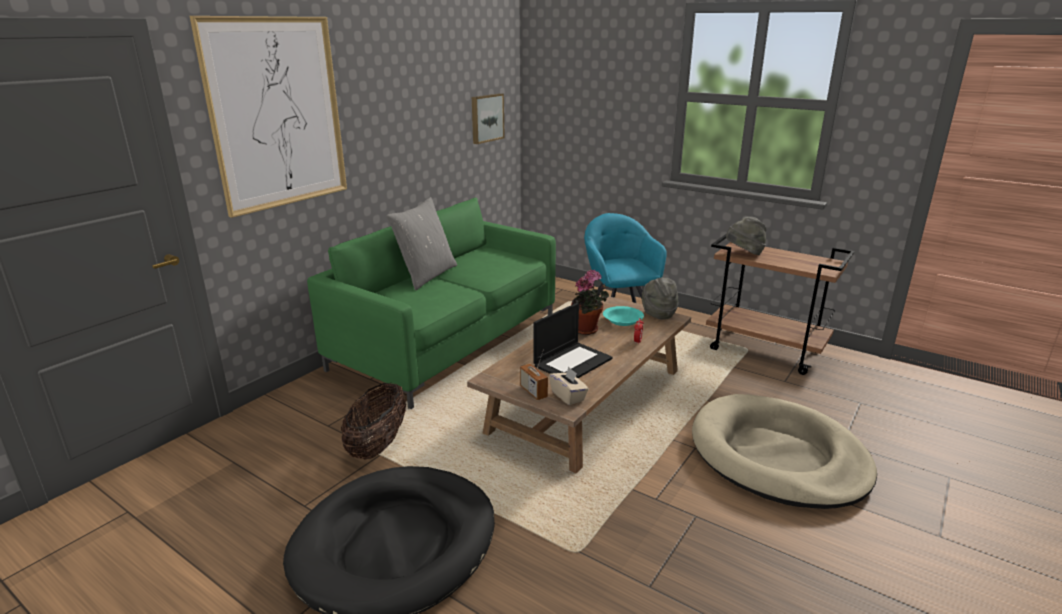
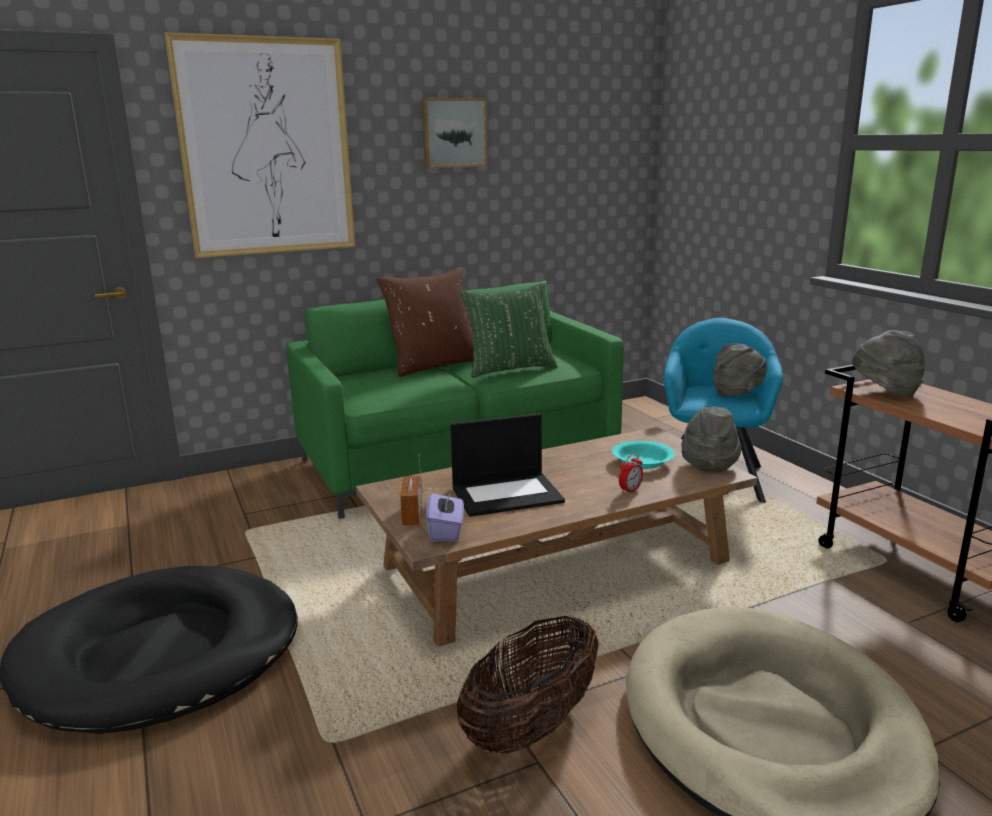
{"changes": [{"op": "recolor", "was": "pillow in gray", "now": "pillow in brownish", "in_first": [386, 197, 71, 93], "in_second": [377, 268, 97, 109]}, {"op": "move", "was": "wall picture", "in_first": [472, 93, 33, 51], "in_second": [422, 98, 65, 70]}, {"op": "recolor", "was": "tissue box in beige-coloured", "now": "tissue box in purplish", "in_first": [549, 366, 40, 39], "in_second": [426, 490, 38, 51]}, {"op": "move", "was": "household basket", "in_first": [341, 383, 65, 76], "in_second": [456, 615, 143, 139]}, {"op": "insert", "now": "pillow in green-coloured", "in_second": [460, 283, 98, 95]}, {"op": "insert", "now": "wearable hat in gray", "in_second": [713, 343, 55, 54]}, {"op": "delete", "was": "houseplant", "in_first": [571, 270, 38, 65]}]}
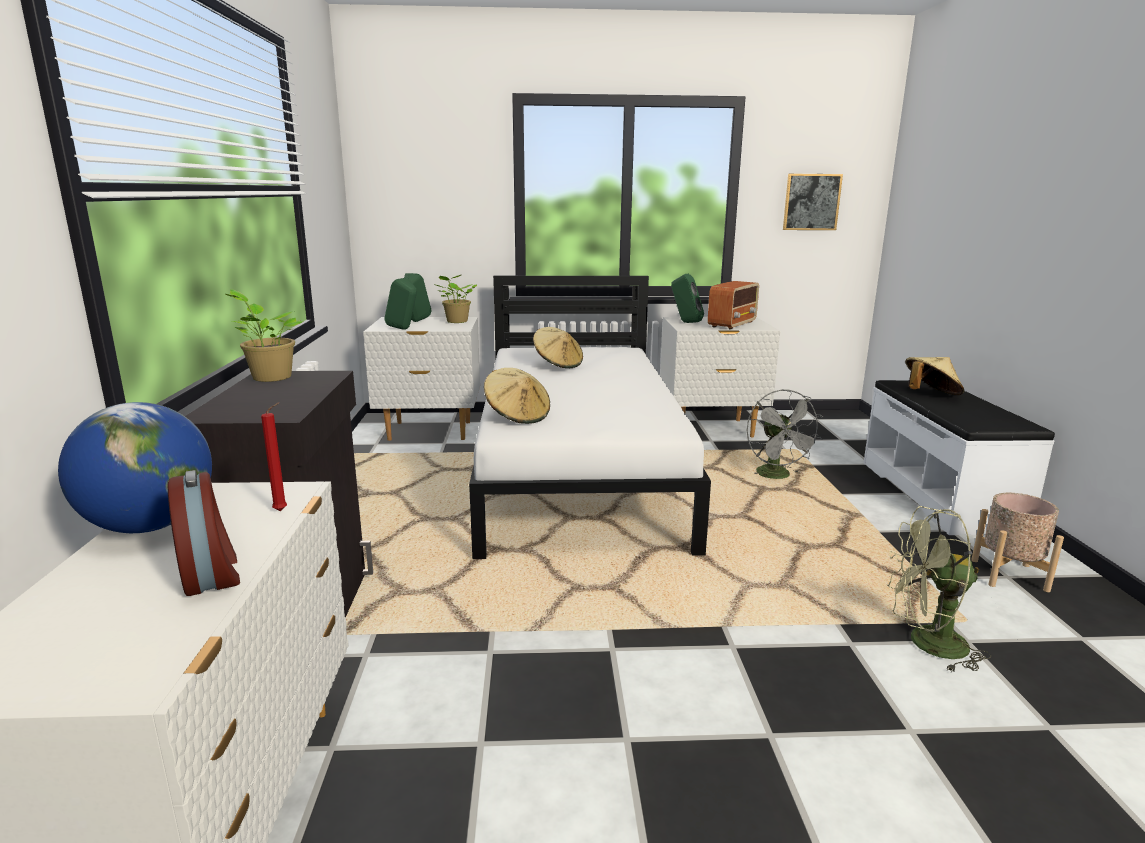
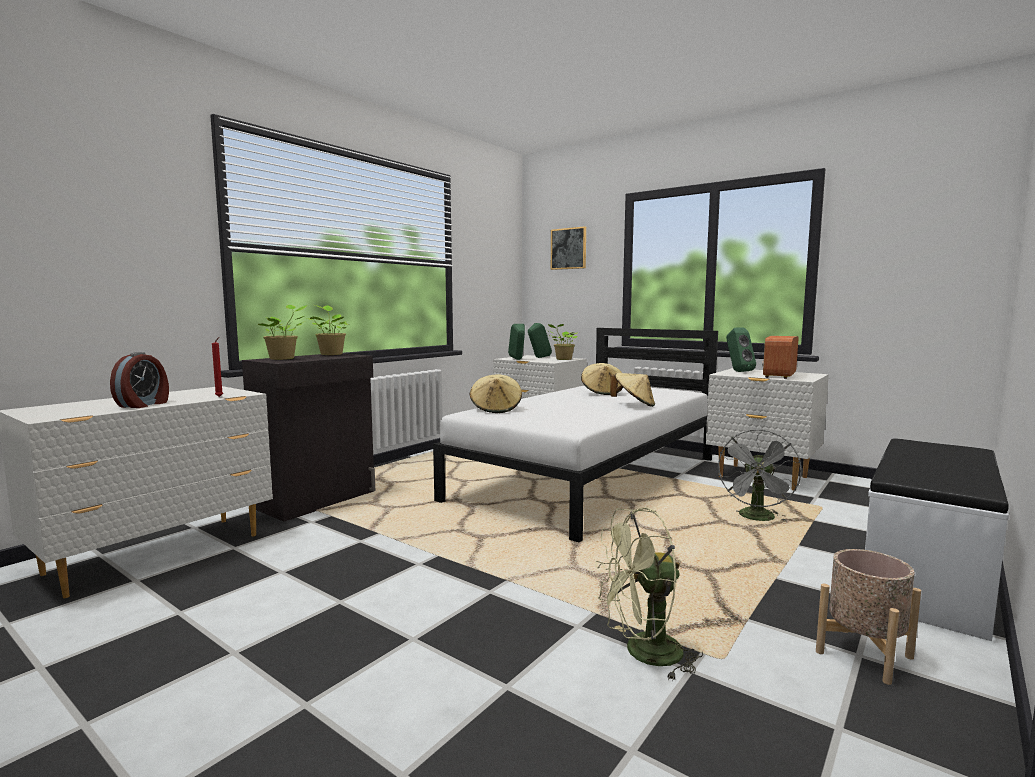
{"changes": [{"op": "insert", "now": "houseplant", "in_second": [258, 305, 49, 55]}, {"op": "move", "was": "wall picture", "in_first": [783, 174, 60, 56], "in_second": [551, 226, 35, 44]}, {"op": "rotate", "was": "electric fan in green-coloured", "in_first": [886, 506, 105, 166], "in_second": [595, 507, 108, 175], "clockwise": -60}, {"op": "move", "was": "wearable hat in beige-coloured", "in_first": [905, 357, 59, 38], "in_second": [610, 373, 45, 34]}, {"op": "rotate", "was": "radio set", "in_first": [708, 281, 51, 48], "in_second": [762, 336, 36, 43], "clockwise": 135}, {"op": "delete", "was": "world globe", "in_first": [58, 402, 154, 131]}]}
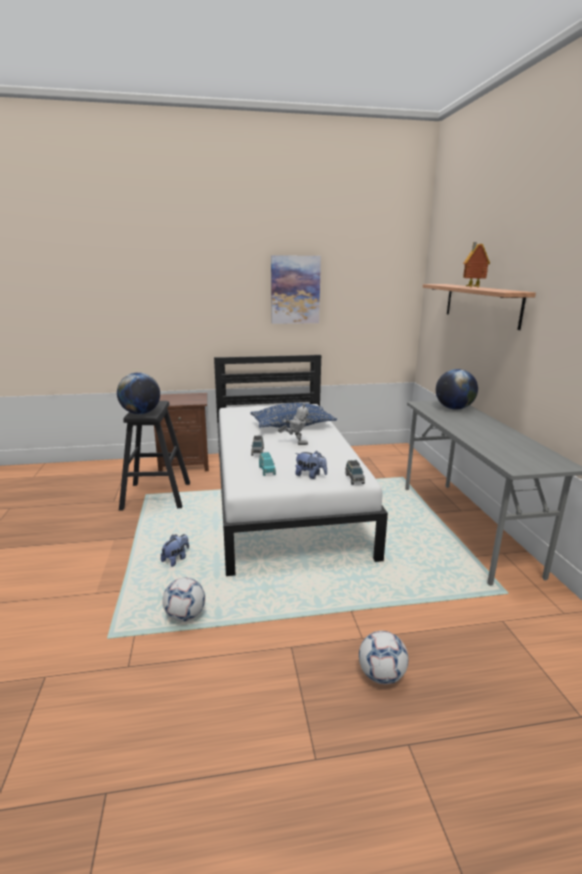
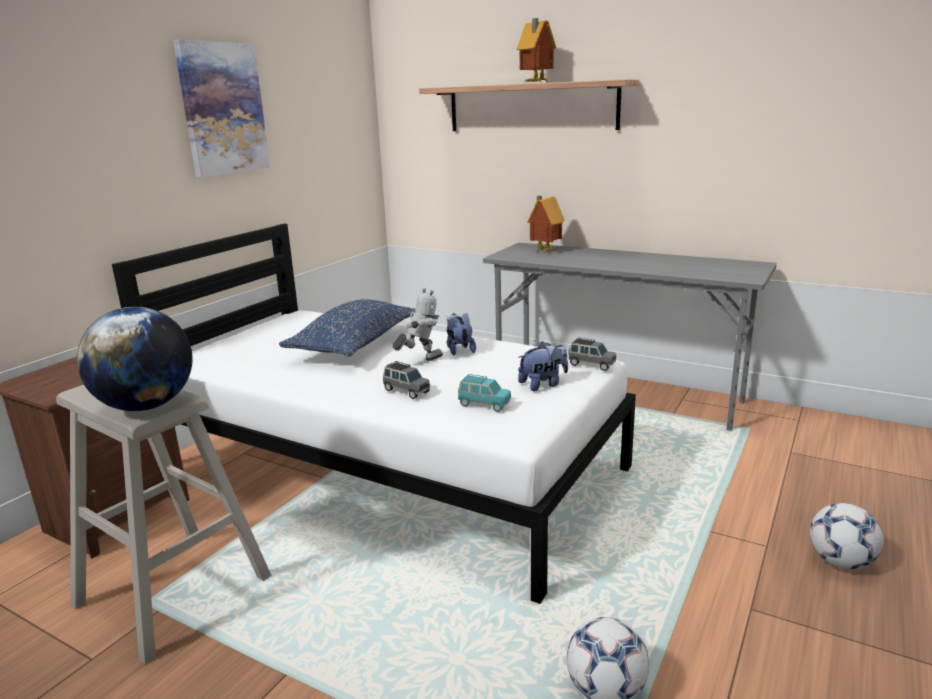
{"changes": [{"op": "recolor", "was": "stool in black", "now": "stool in beige-coloured", "in_first": [119, 401, 71, 110], "in_second": [56, 385, 216, 279]}, {"op": "move", "was": "plush toy", "in_first": [161, 534, 28, 33], "in_second": [447, 313, 29, 42]}, {"op": "replace", "was": "world globe", "now": "toy house", "in_first": [436, 369, 42, 41], "in_second": [527, 196, 38, 57]}]}
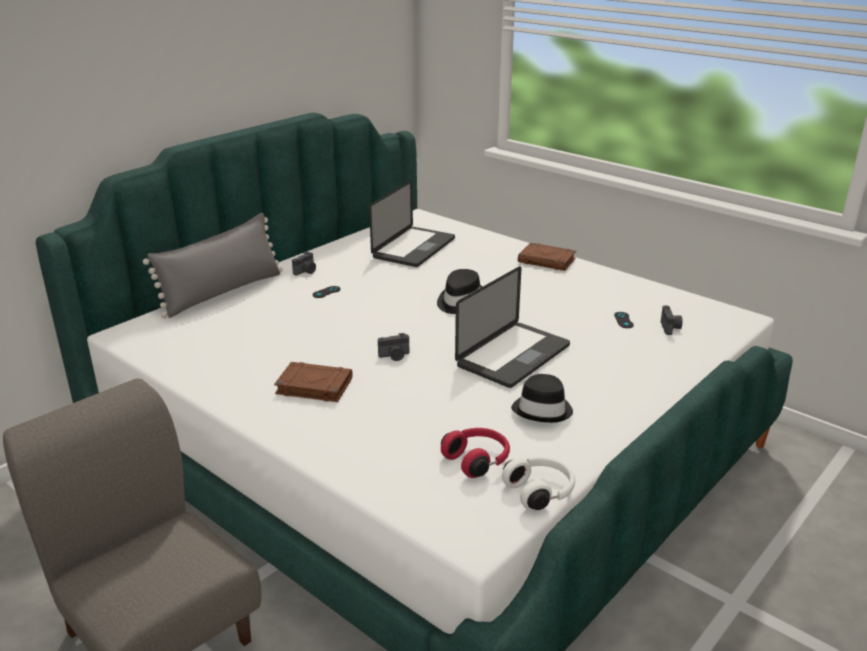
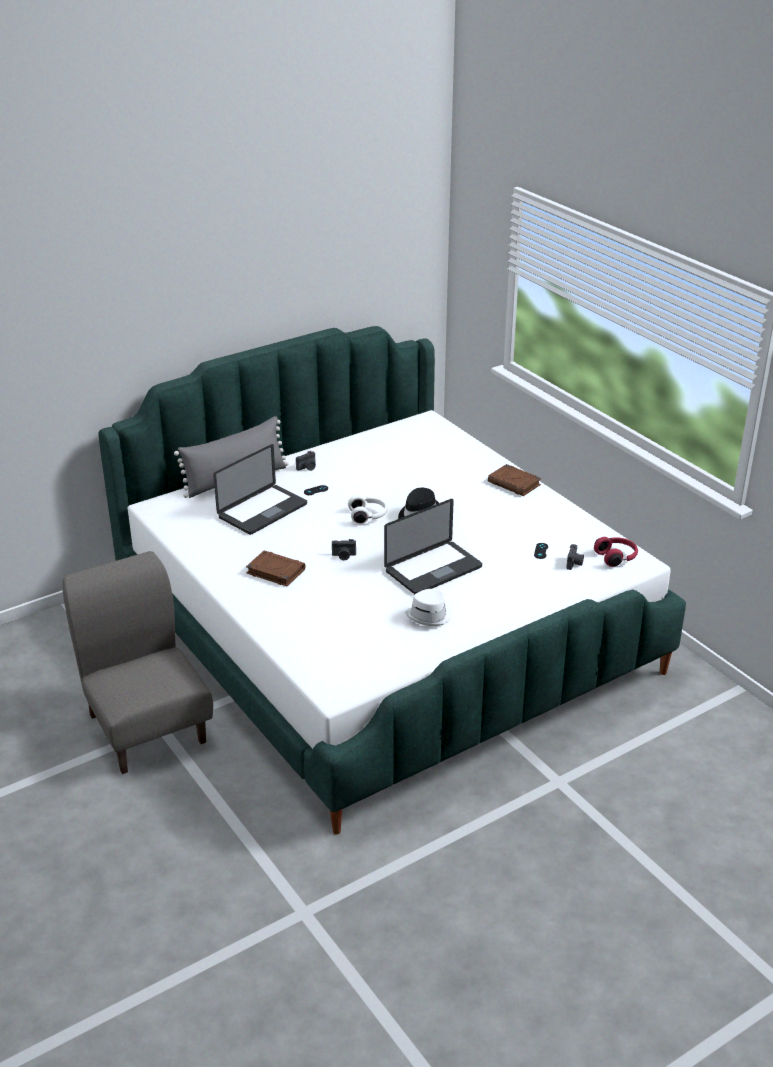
{"changes": [{"op": "move", "was": "notebook computer", "in_first": [369, 180, 86, 87], "in_second": [213, 444, 94, 91]}, {"op": "move", "was": "headphones in whitish", "in_first": [502, 457, 73, 54], "in_second": [348, 495, 40, 29]}, {"op": "recolor", "was": "wearable hat in black", "now": "wearable hat in whitish", "in_first": [511, 374, 62, 49], "in_second": [405, 589, 47, 37]}, {"op": "move", "was": "headphones in reddish", "in_first": [441, 428, 69, 50], "in_second": [594, 537, 44, 30]}]}
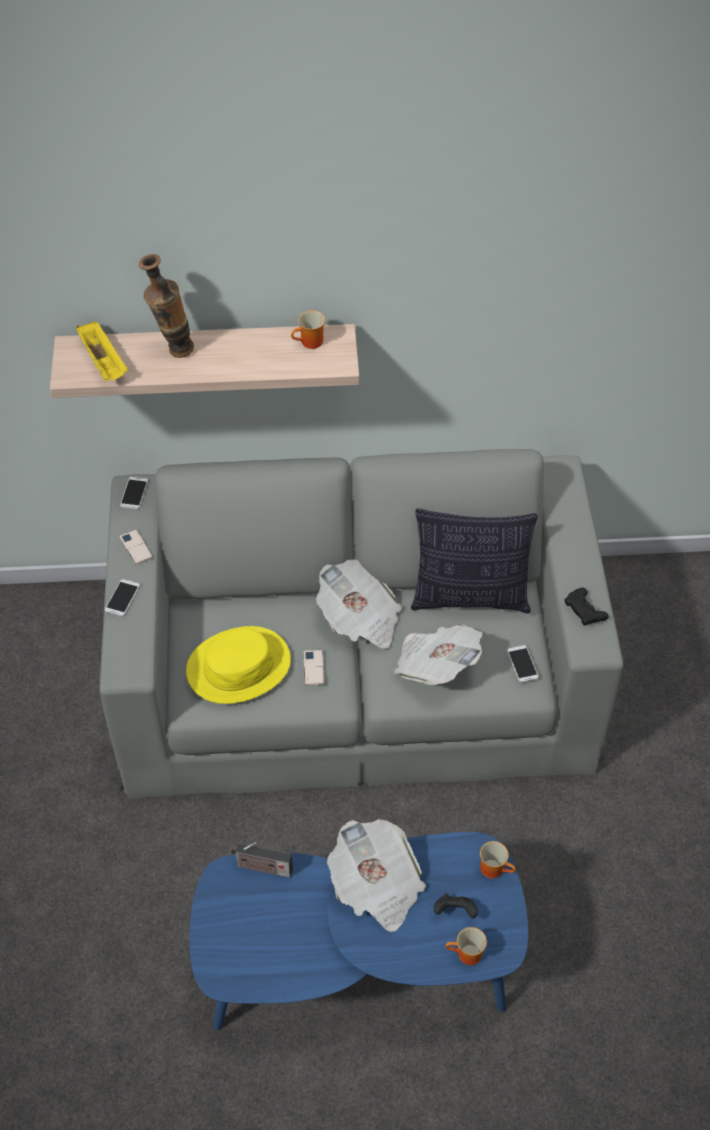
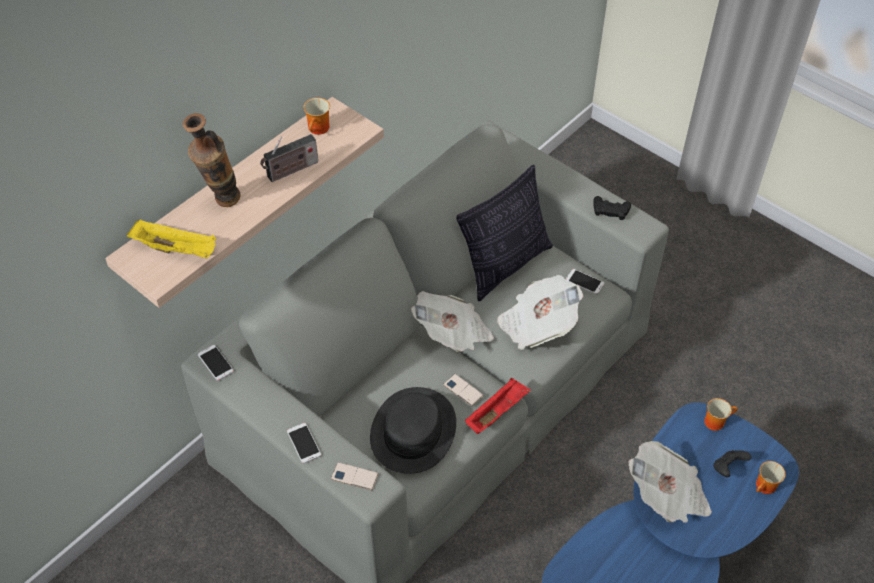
{"changes": [{"op": "move", "was": "radio set", "in_first": [231, 842, 62, 36], "in_second": [260, 134, 58, 48]}, {"op": "move", "was": "handset", "in_first": [119, 529, 34, 36], "in_second": [331, 462, 48, 28]}, {"op": "recolor", "was": "wearable hat in yellowish", "now": "wearable hat in black", "in_first": [186, 626, 105, 78], "in_second": [370, 387, 86, 87]}, {"op": "insert", "now": "serving tray in reddish", "in_second": [465, 378, 66, 56]}]}
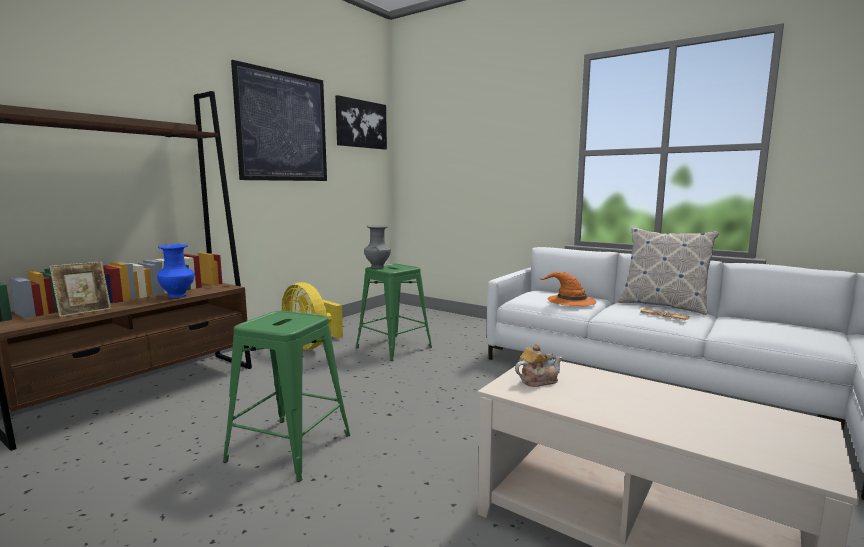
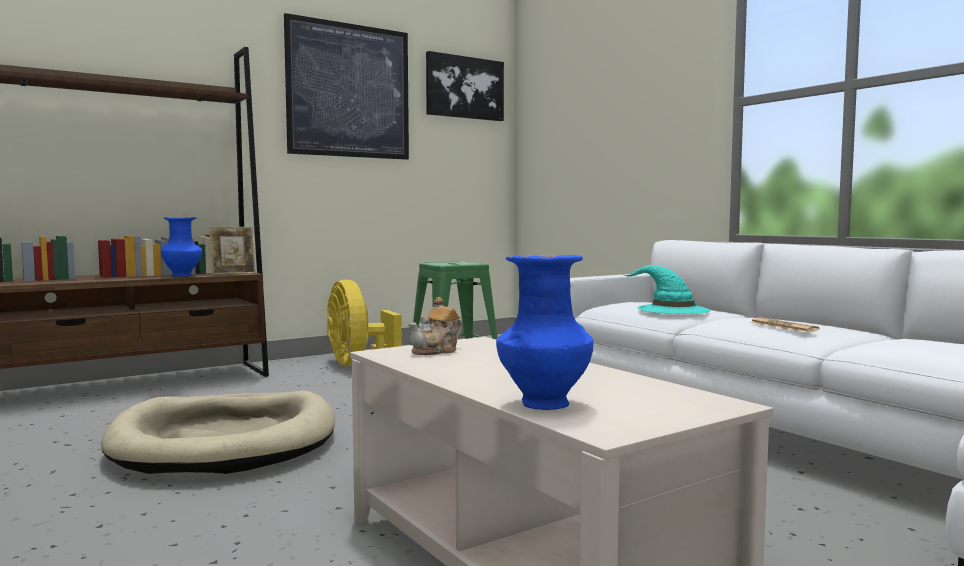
{"changes": [{"op": "replace", "was": "stool in green-coloured", "now": "dog cushion in beige-coloured", "in_first": [223, 311, 127, 171], "in_second": [101, 391, 234, 83]}, {"op": "move", "was": "picture frame", "in_first": [49, 262, 62, 56], "in_second": [209, 227, 47, 48]}, {"op": "rotate", "was": "teapot", "in_first": [515, 344, 47, 43], "in_second": [408, 297, 55, 58], "clockwise": 135}, {"op": "insert", "now": "vase in bluish", "in_second": [496, 255, 98, 155]}, {"op": "recolor", "was": "wearable hat in orange-coloured", "now": "wearable hat in turquoise-coloured", "in_first": [538, 272, 59, 34], "in_second": [622, 265, 88, 49]}, {"op": "delete", "was": "vase in gray", "in_first": [364, 225, 27, 43]}, {"op": "delete", "was": "pillow", "in_first": [618, 227, 101, 88]}]}
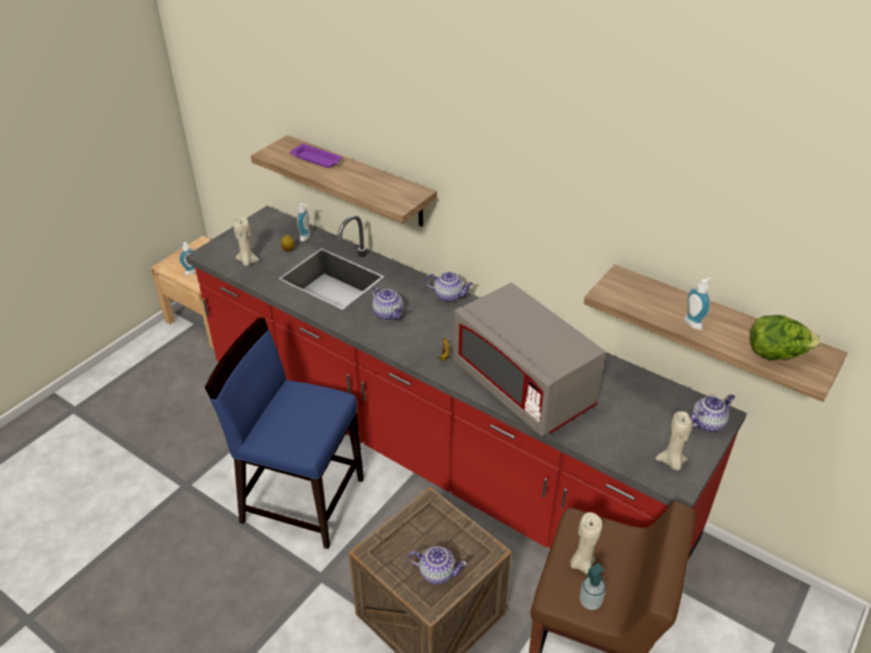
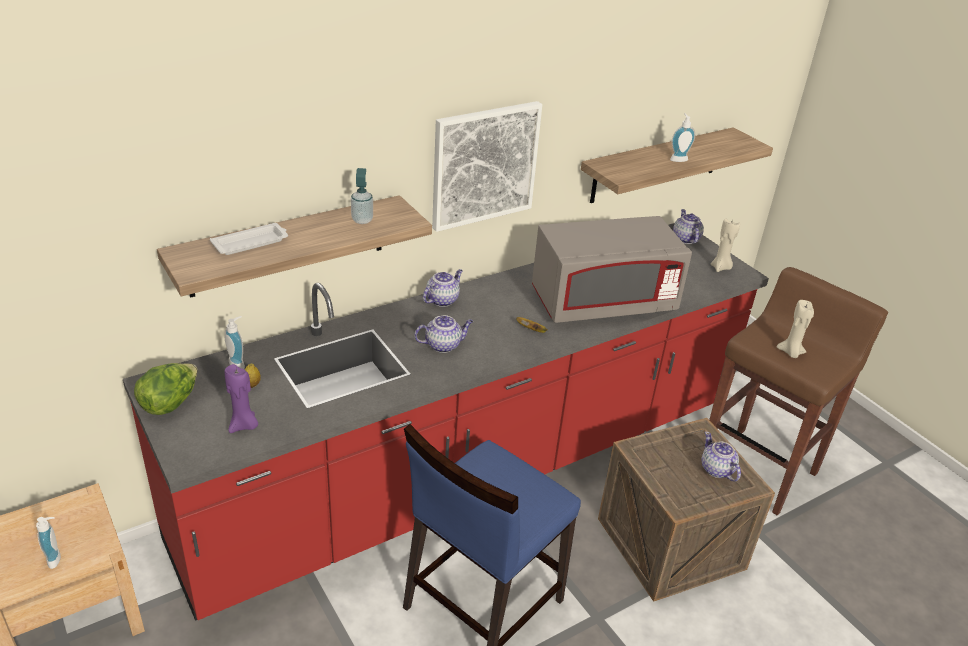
{"changes": [{"op": "move", "was": "lettuce", "in_first": [750, 315, 71, 45], "in_second": [134, 363, 63, 52]}, {"op": "recolor", "was": "serving tray in purplish", "now": "serving tray in whitish", "in_first": [290, 143, 52, 25], "in_second": [210, 223, 78, 32]}, {"op": "recolor", "was": "candle in beige-coloured", "now": "candle in purplish", "in_first": [233, 217, 27, 49], "in_second": [225, 364, 33, 69]}, {"op": "move", "was": "soap dispenser", "in_first": [580, 563, 26, 47], "in_second": [351, 168, 22, 56]}, {"op": "insert", "now": "wall picture", "in_second": [432, 101, 110, 131]}, {"op": "rotate", "was": "teapot", "in_first": [408, 546, 59, 39], "in_second": [701, 432, 40, 49], "clockwise": -60}]}
